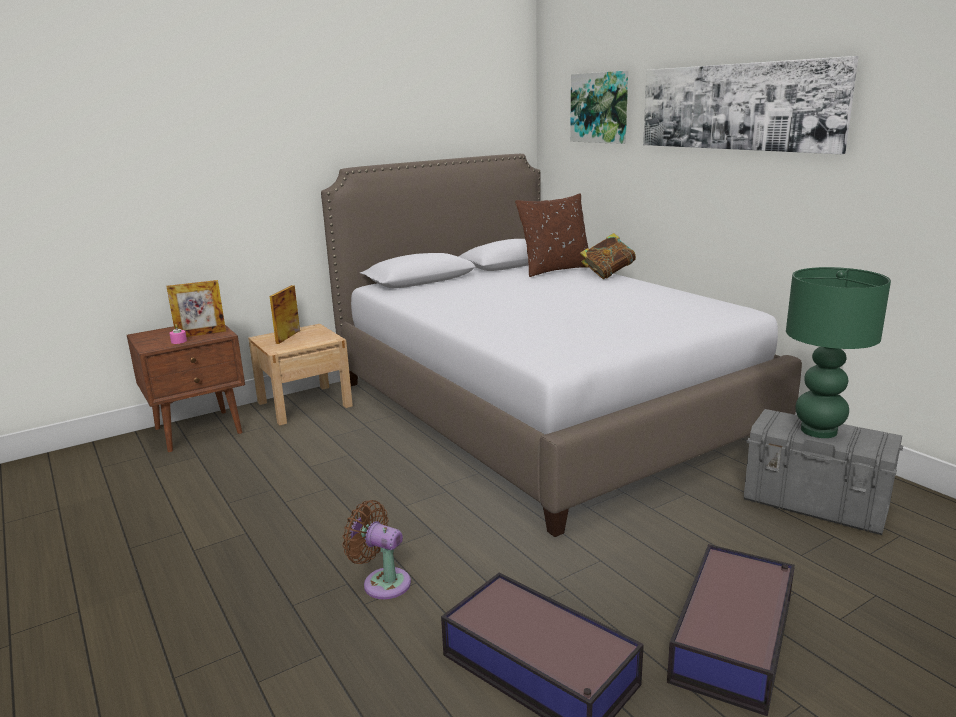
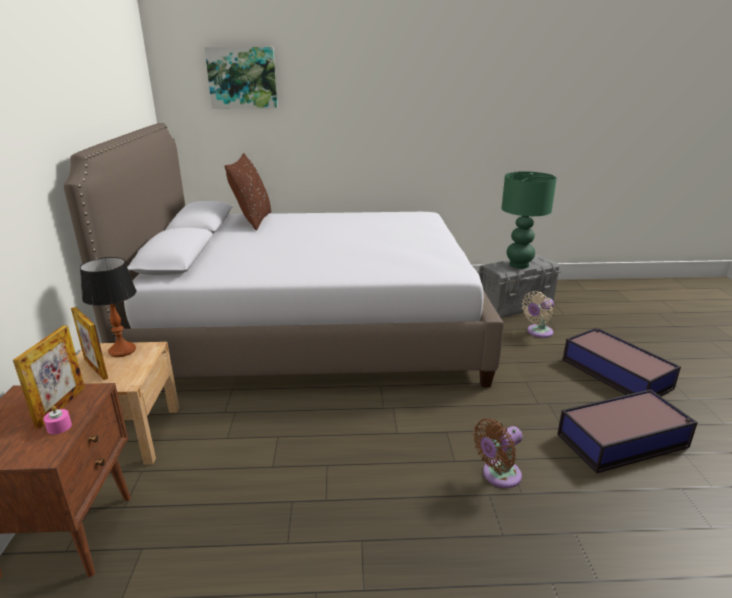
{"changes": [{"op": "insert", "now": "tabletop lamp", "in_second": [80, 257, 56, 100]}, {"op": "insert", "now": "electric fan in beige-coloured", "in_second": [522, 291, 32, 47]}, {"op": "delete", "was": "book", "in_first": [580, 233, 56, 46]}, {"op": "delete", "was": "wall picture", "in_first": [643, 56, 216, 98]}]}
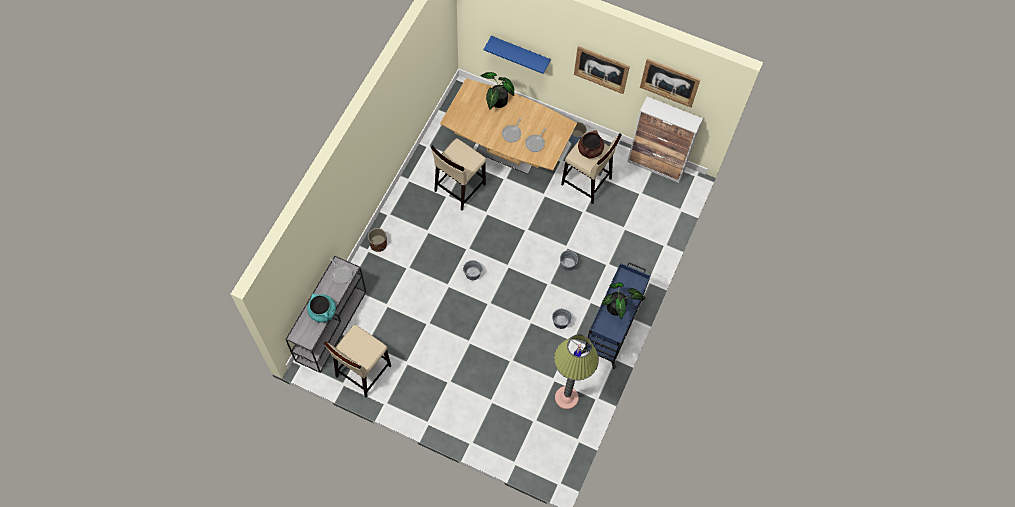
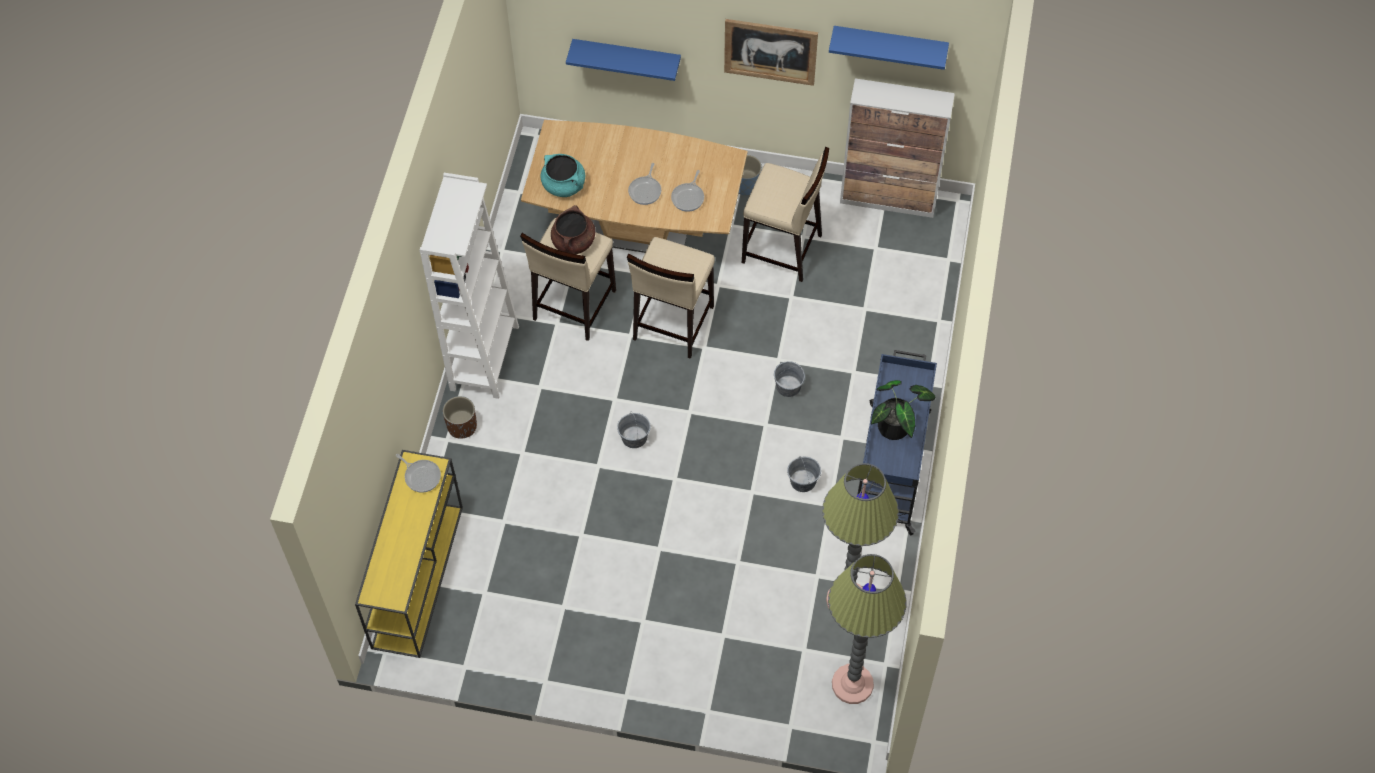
{"changes": [{"op": "recolor", "was": "console table in gray", "now": "console table in yellowish", "in_first": [285, 256, 81, 117], "in_second": [355, 450, 108, 208]}, {"op": "insert", "now": "bookcase in whitish", "in_second": [420, 173, 99, 226]}, {"op": "move", "was": "stockpot in turquoise-coloured", "in_first": [307, 294, 29, 29], "in_second": [540, 154, 45, 43]}, {"op": "move", "was": "stockpot in brownish", "in_first": [578, 130, 26, 29], "in_second": [551, 205, 44, 49]}, {"op": "move", "was": "stool in beige-coloured", "in_first": [324, 325, 67, 73], "in_second": [627, 237, 88, 122]}, {"op": "insert", "now": "standing lamp", "in_second": [828, 554, 79, 150]}, {"op": "replace", "was": "wall picture", "now": "bracket shelf in bluish", "in_first": [640, 59, 61, 49], "in_second": [829, 26, 120, 44]}, {"op": "delete", "was": "houseplant", "in_first": [480, 72, 34, 38]}]}
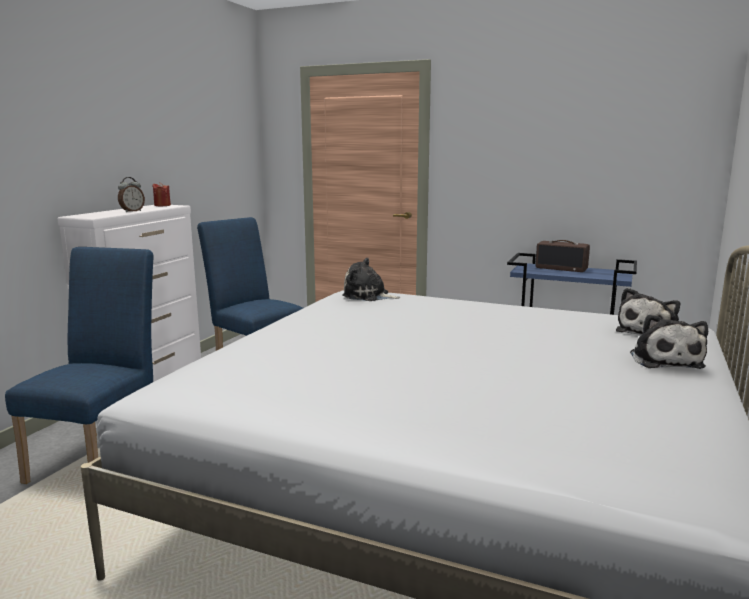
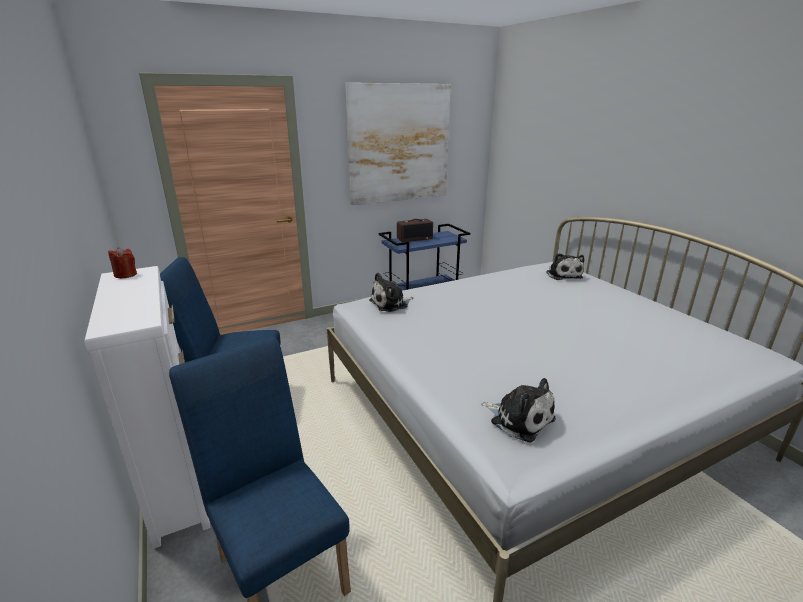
{"changes": [{"op": "insert", "now": "wall picture", "in_second": [345, 83, 106, 122]}, {"op": "move", "was": "plush toy", "in_first": [630, 314, 78, 55], "in_second": [481, 378, 74, 65]}, {"op": "delete", "was": "bedside clock", "in_first": [118, 177, 27, 36]}]}
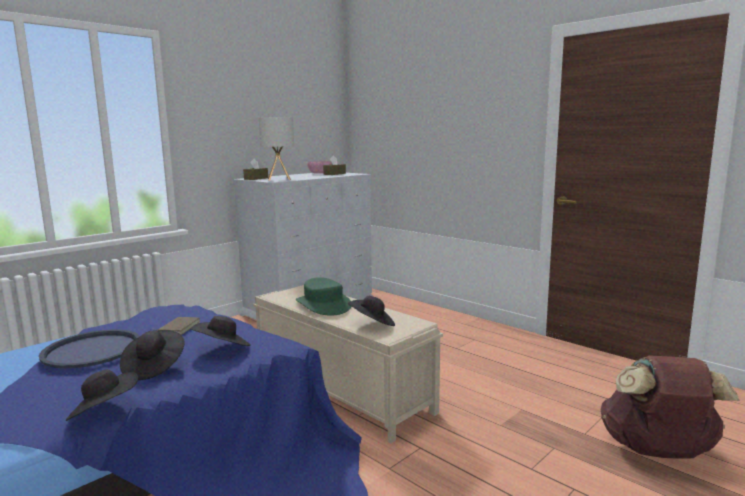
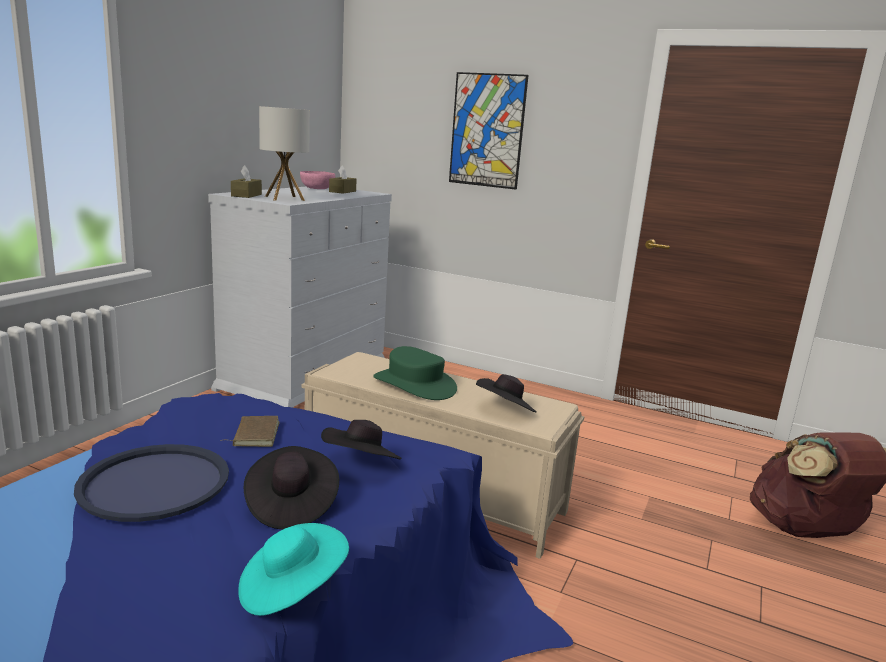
{"changes": [{"op": "recolor", "was": "wearable hat in black", "now": "wearable hat in turquoise-coloured", "in_first": [66, 369, 72, 52], "in_second": [238, 523, 111, 93]}, {"op": "insert", "now": "wall picture", "in_second": [449, 72, 79, 118]}]}
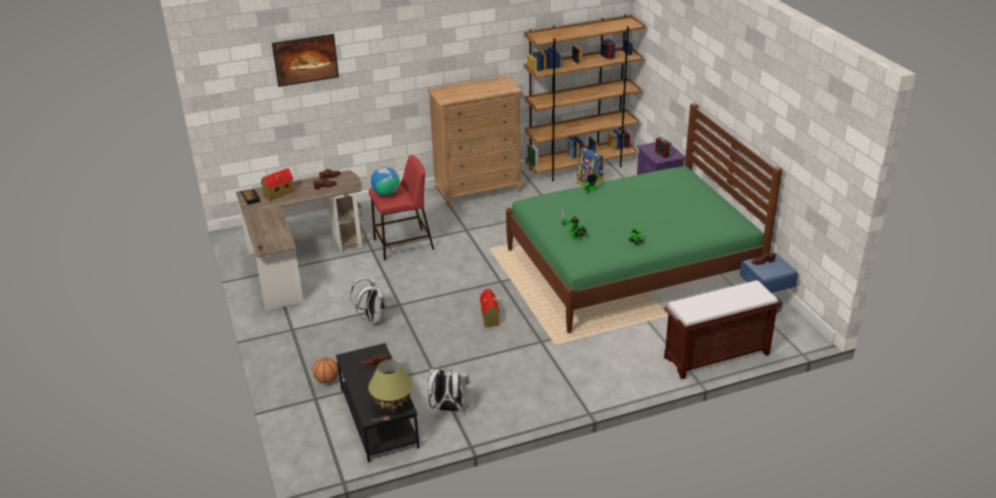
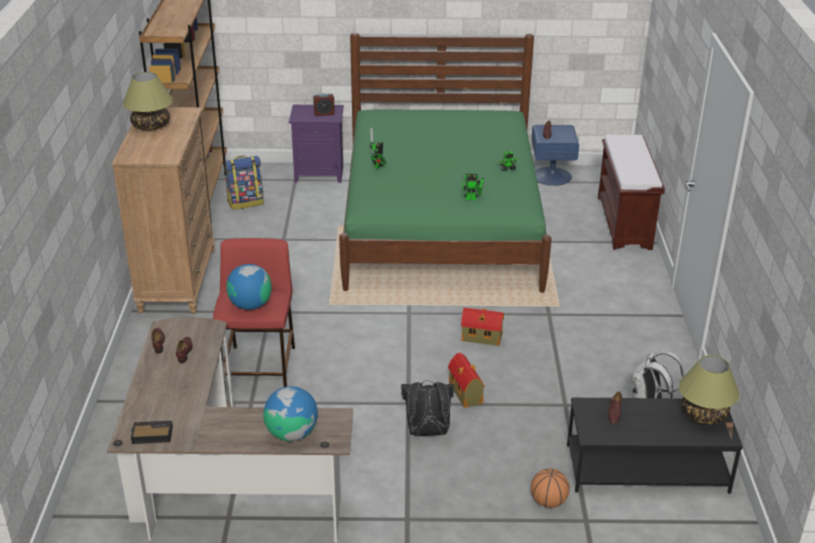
{"changes": [{"op": "insert", "now": "tabletop lamp", "in_second": [123, 72, 50, 58]}, {"op": "insert", "now": "world globe", "in_second": [263, 386, 55, 55]}, {"op": "recolor", "was": "rucksack in whitish", "now": "rucksack in black", "in_first": [350, 278, 37, 46], "in_second": [401, 380, 53, 56]}, {"op": "move", "was": "toy house", "in_first": [261, 168, 33, 33], "in_second": [448, 353, 37, 55]}, {"op": "delete", "was": "wall picture", "in_first": [272, 34, 67, 53]}]}
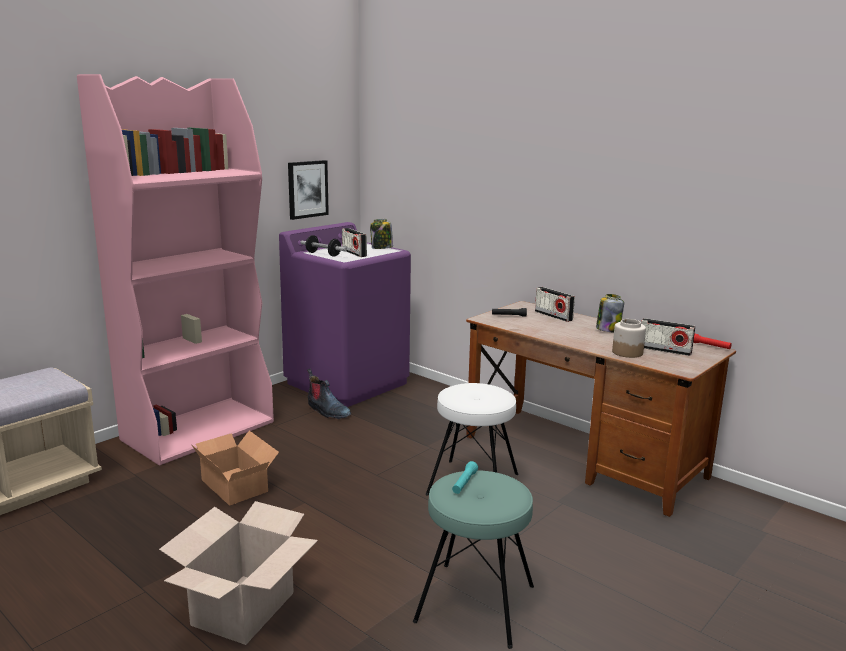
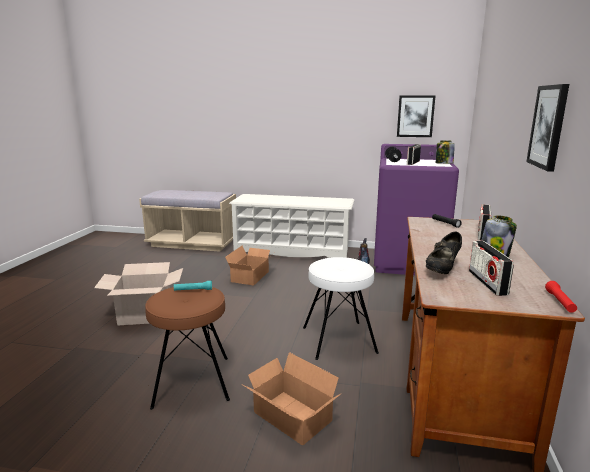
{"changes": [{"op": "recolor", "was": "stool in turquoise-coloured", "now": "stool in brownish", "in_first": [413, 470, 121, 179], "in_second": [145, 287, 85, 123]}, {"op": "replace", "was": "bookcase in pink", "now": "shoe shelf in whitish", "in_first": [77, 74, 197, 392], "in_second": [229, 194, 126, 64]}, {"op": "insert", "now": "cardboard box", "in_second": [241, 352, 101, 94]}, {"op": "replace", "was": "preserve jar", "now": "low shoe in black", "in_first": [612, 319, 34, 39], "in_second": [426, 232, 36, 42]}, {"op": "insert", "now": "wall picture", "in_second": [526, 84, 43, 88]}]}
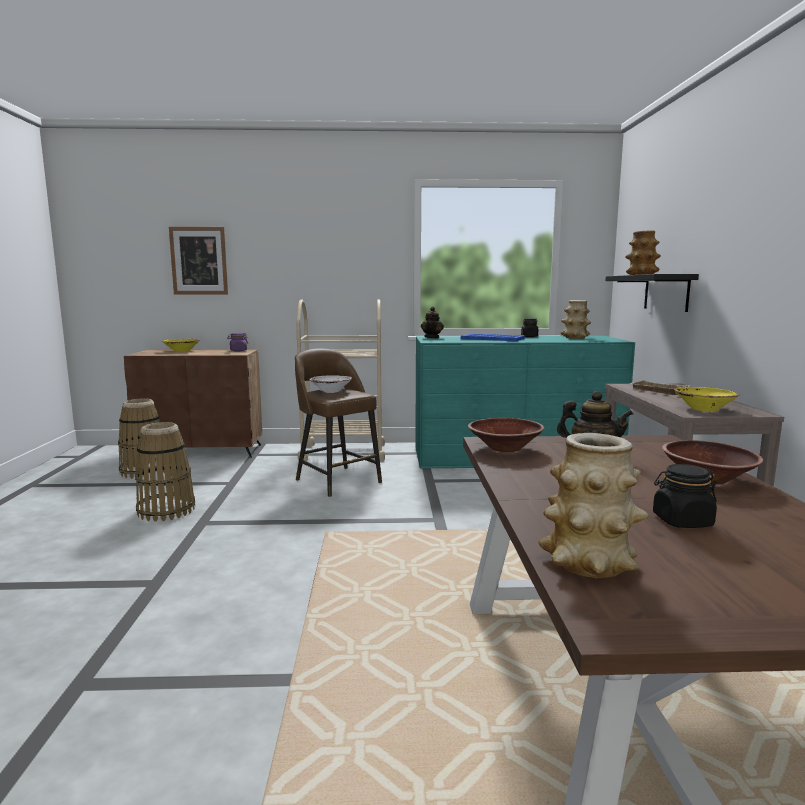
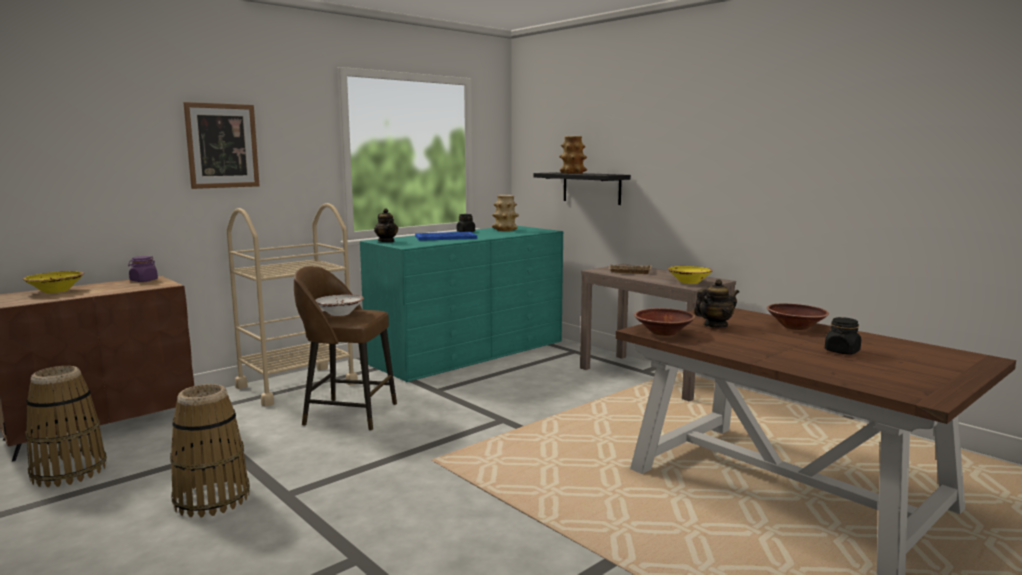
{"changes": [{"op": "move", "was": "wall picture", "in_first": [169, 227, 59, 67], "in_second": [183, 102, 77, 87]}, {"op": "delete", "was": "vase", "in_first": [538, 433, 110, 145]}]}
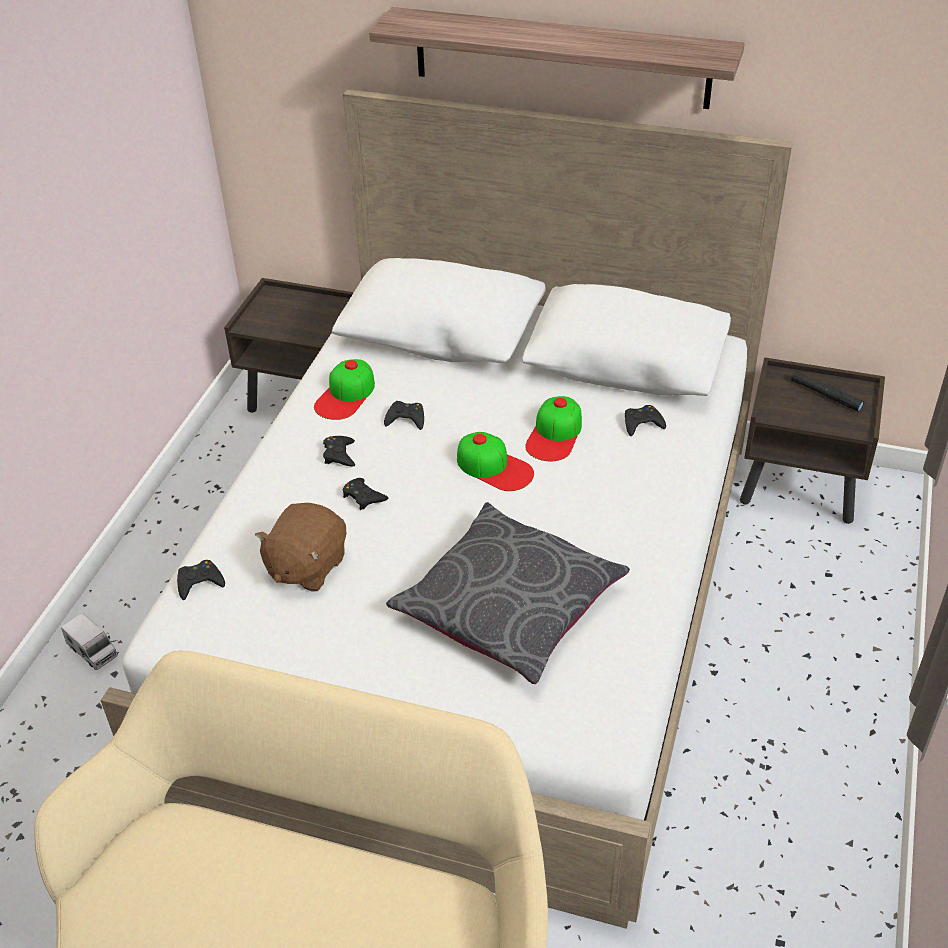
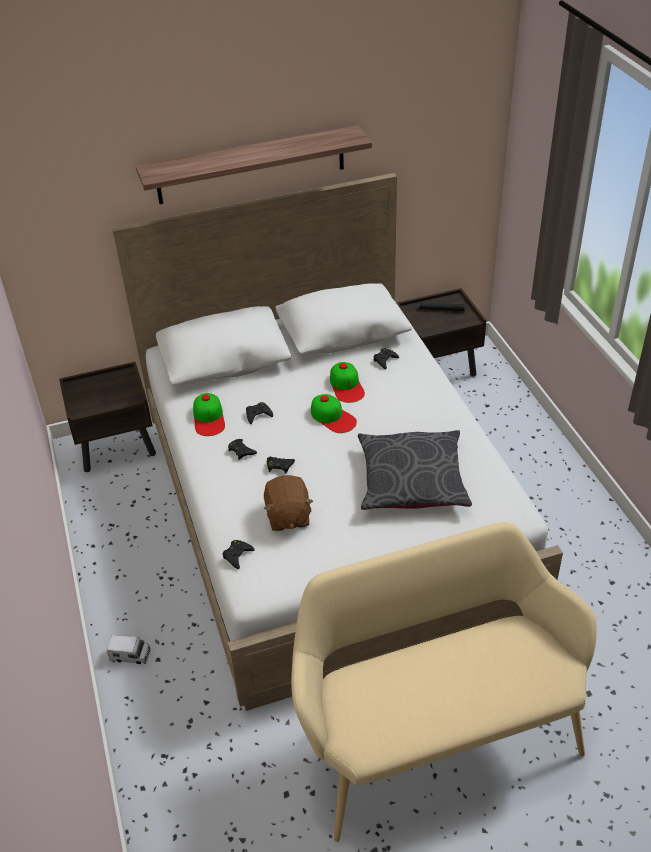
{"changes": [{"op": "rotate", "was": "cap", "in_first": [457, 432, 77, 59], "in_second": [311, 394, 46, 39], "clockwise": 45}]}
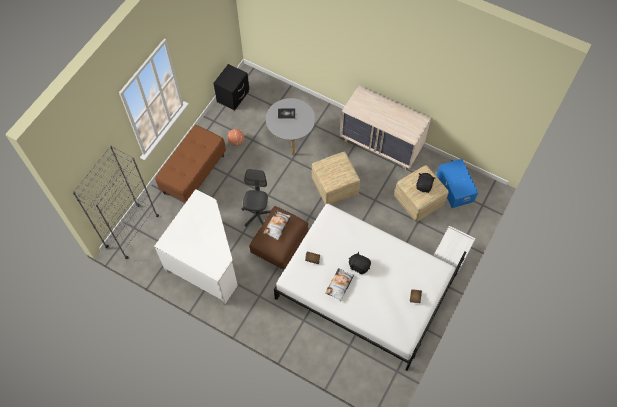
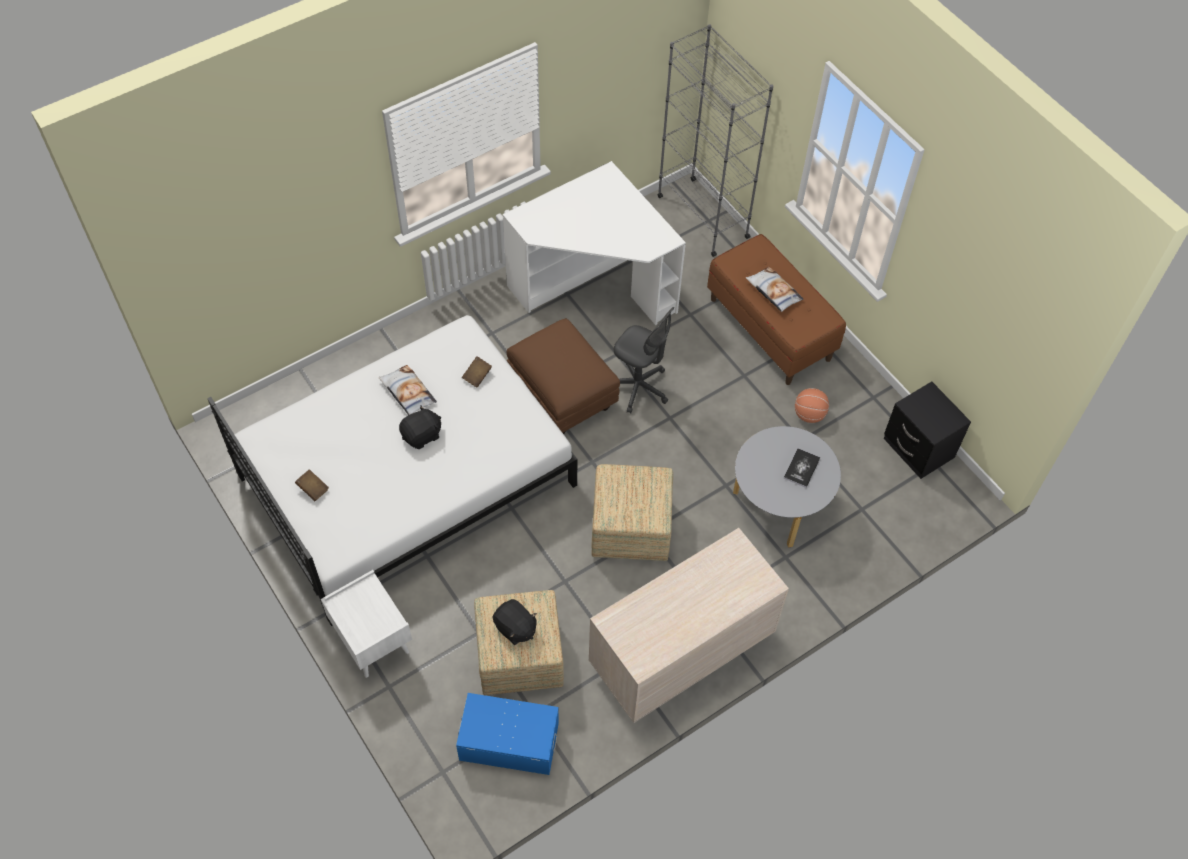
{"changes": [{"op": "move", "was": "pillow", "in_first": [263, 210, 28, 30], "in_second": [746, 267, 57, 45]}]}
